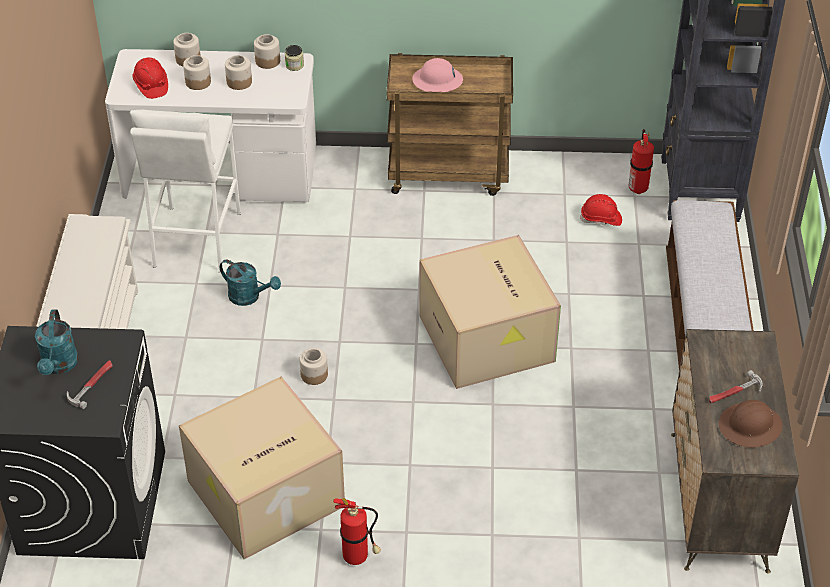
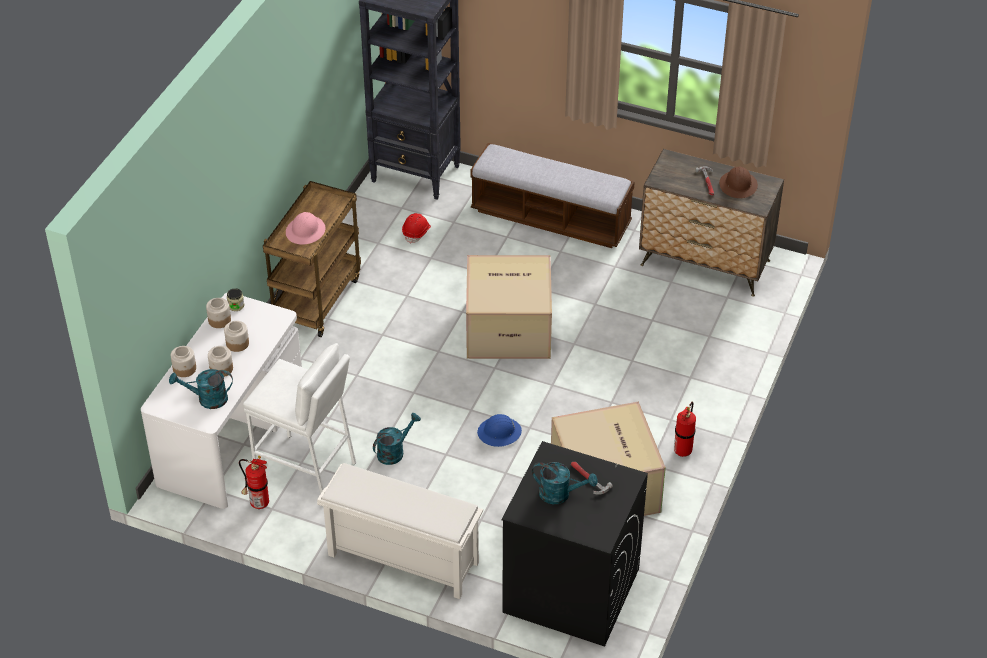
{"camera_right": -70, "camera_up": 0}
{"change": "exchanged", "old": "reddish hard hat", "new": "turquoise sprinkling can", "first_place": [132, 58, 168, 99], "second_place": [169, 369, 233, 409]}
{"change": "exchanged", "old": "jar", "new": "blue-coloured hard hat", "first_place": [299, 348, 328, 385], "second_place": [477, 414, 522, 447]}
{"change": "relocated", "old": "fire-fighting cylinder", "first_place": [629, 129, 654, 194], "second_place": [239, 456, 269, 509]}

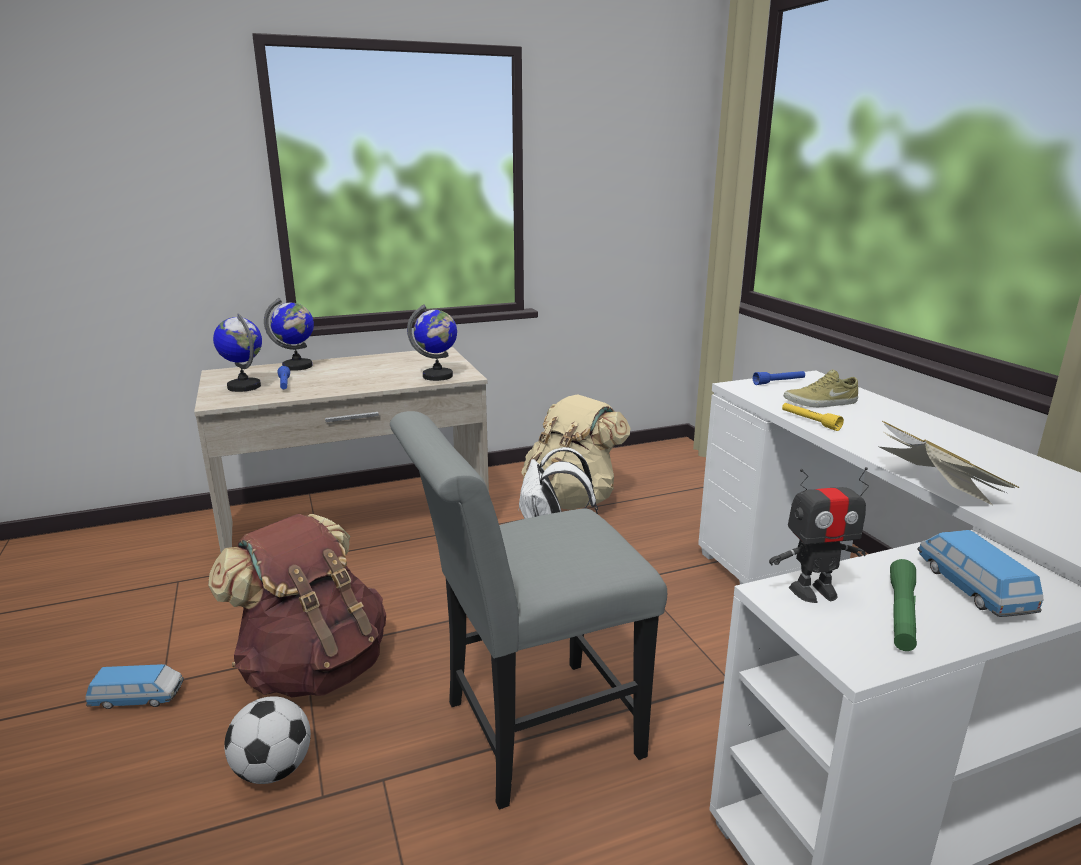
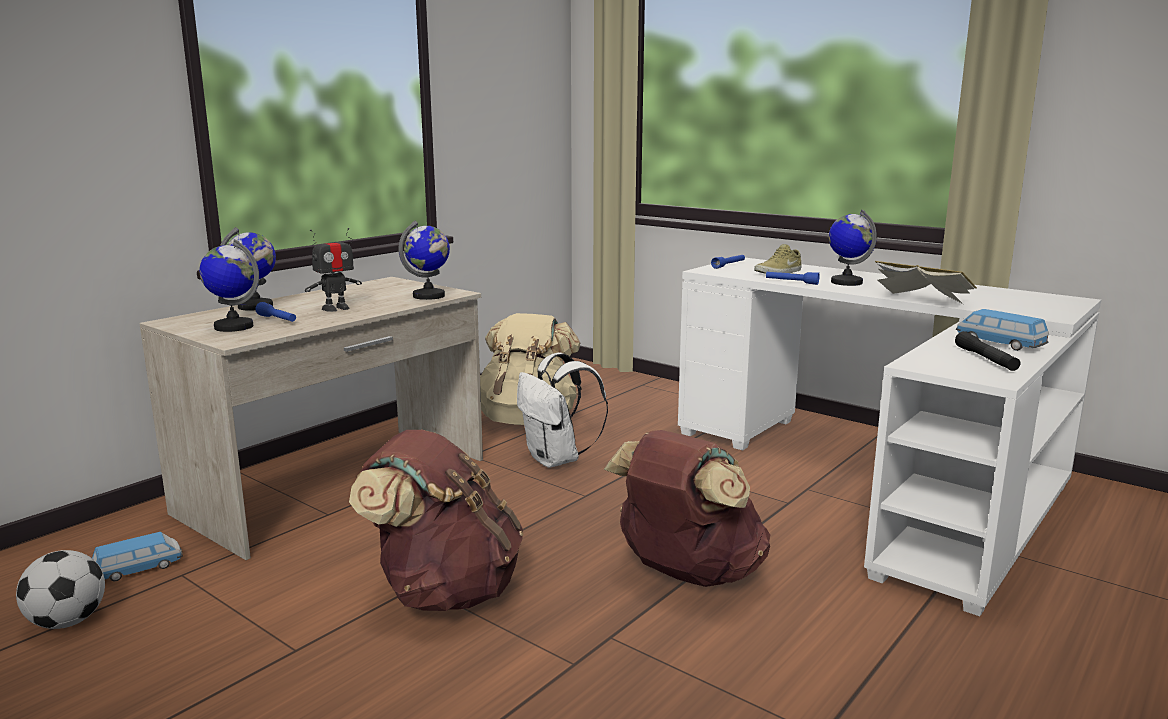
{"camera_right": -30, "camera_up": -5}
{"change": "relocated", "old": "model car", "first_place": [85, 664, 184, 709], "second_place": [92, 532, 183, 581]}
{"change": "relocated", "old": "ball for football", "first_place": [224, 696, 311, 784], "second_place": [16, 550, 105, 629]}
{"change": "exchanged", "old": "gray plain chair", "new": "brownish rucksack", "first_place": [390, 411, 667, 810], "second_place": [604, 430, 770, 587]}
{"change": "relocated", "old": "robot figure", "first_place": [769, 467, 869, 603], "second_place": [305, 228, 362, 312]}
{"change": "colour", "old": "yellowish torch", "new": "blue-coloured torch", "first_place": [782, 403, 844, 431], "second_place": [766, 272, 820, 285]}
{"change": "colour", "old": "green-coloured torch", "new": "black-coloured torch", "first_place": [890, 559, 917, 651], "second_place": [955, 331, 1020, 371]}
{"change": "appeared", "new": "globe", "second_place": [829, 209, 877, 286]}

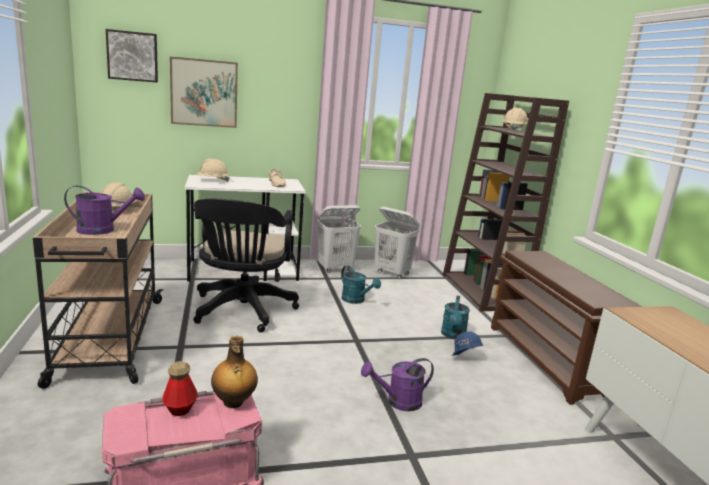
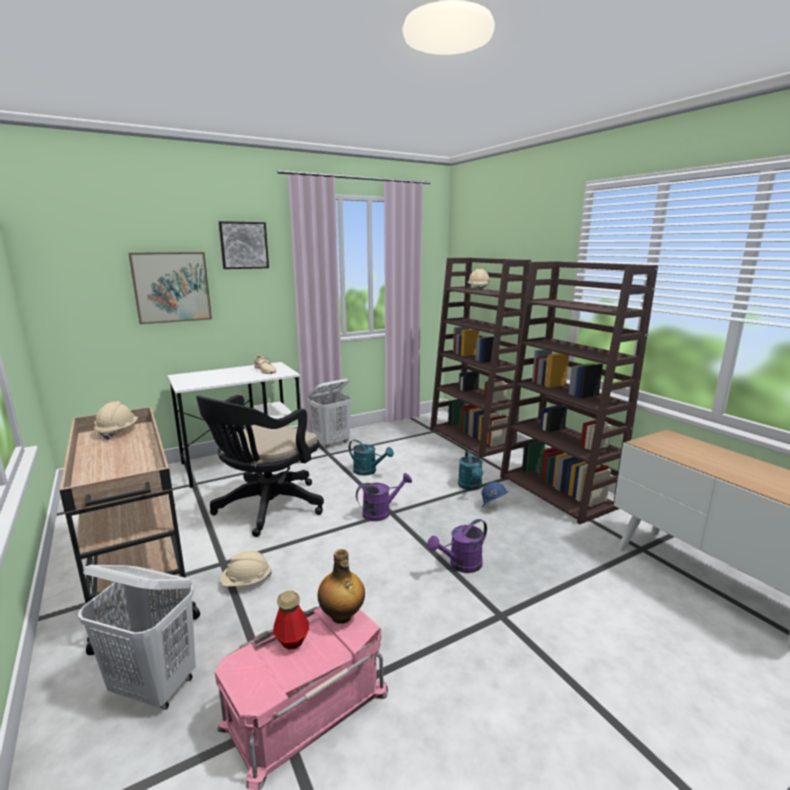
{"camera_right": -15, "camera_up": 0}
{"change": "relocated", "old": "purple-coloured sprinkling can", "first_place": [64, 186, 145, 235], "second_place": [356, 473, 412, 521]}
{"change": "relocated", "old": "wall picture", "first_place": [106, 29, 158, 83], "second_place": [219, 221, 269, 269]}
{"change": "spun", "old": "black-coloured office chair", "first_place": [193, 199, 299, 332], "second_place": [196, 395, 324, 537], "degrees": 45}
{"change": "relocated", "old": "beige hard hat", "first_place": [196, 159, 230, 182], "second_place": [220, 550, 272, 587]}
{"change": "relocated", "old": "white-coloured washing basket", "first_place": [374, 207, 420, 279], "second_place": [78, 565, 196, 710]}
{"change": "exchanged", "old": "brownish shoe rack", "new": "brownish shelving unit", "first_place": [491, 251, 642, 405], "second_place": [500, 261, 658, 524]}

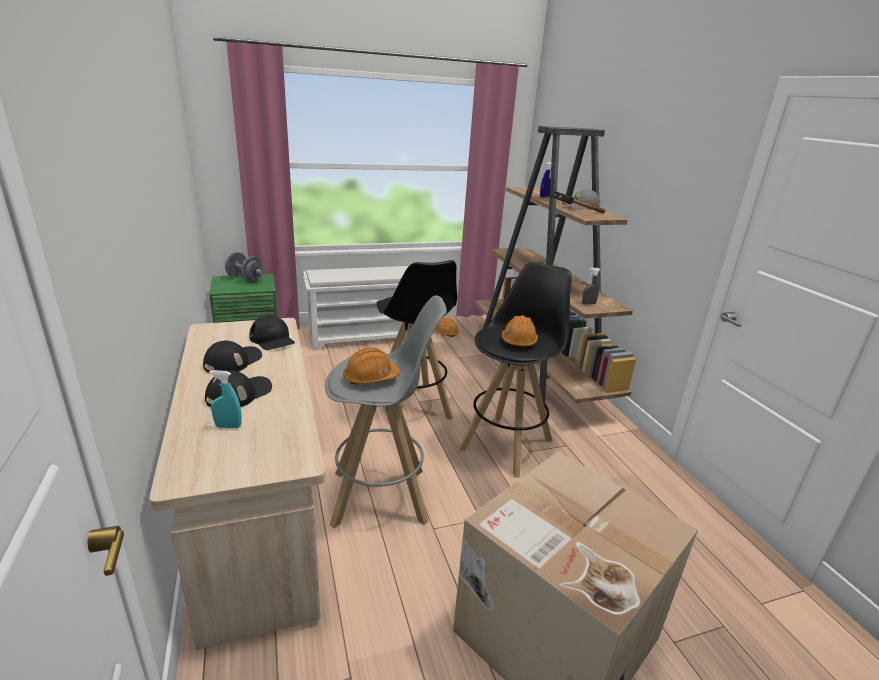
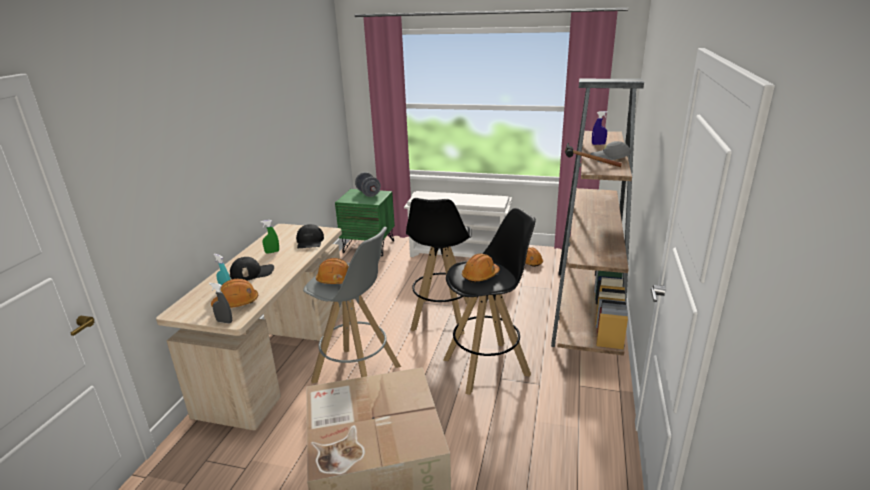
{"camera_right": 35, "camera_up": 0}
{"change": "exchanged", "old": "black-coloured baseball cap", "new": "green-coloured spray bottle", "first_place": [203, 341, 262, 373], "second_place": [261, 220, 279, 254]}
{"change": "relocated", "old": "gray spray bottle", "first_place": [582, 268, 600, 305], "second_place": [209, 283, 232, 324]}
{"change": "appeared", "new": "orange hard hat", "second_place": [211, 279, 258, 308]}

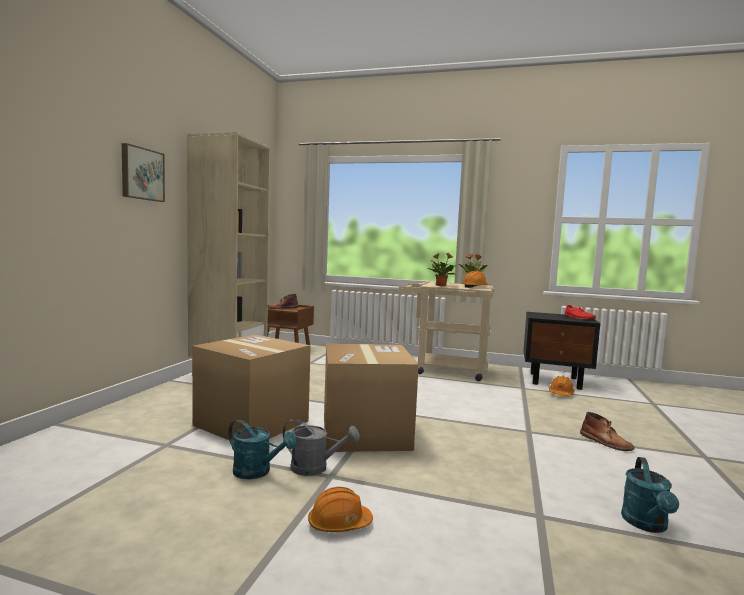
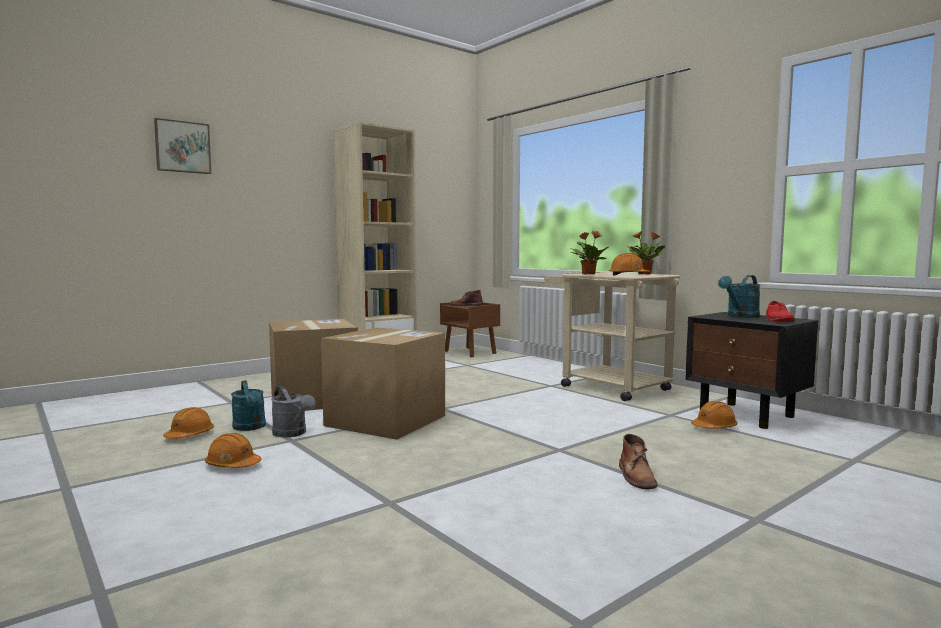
{"camera_right": 35, "camera_up": 0}
{"change": "relocated", "old": "wall picture", "first_place": [122, 143, 165, 202], "second_place": [154, 118, 211, 174]}
{"change": "relocated", "old": "turquoise sprinkling can", "first_place": [621, 457, 679, 533], "second_place": [718, 275, 760, 318]}
{"change": "appeared", "new": "orange hard hat", "second_place": [163, 407, 214, 439]}

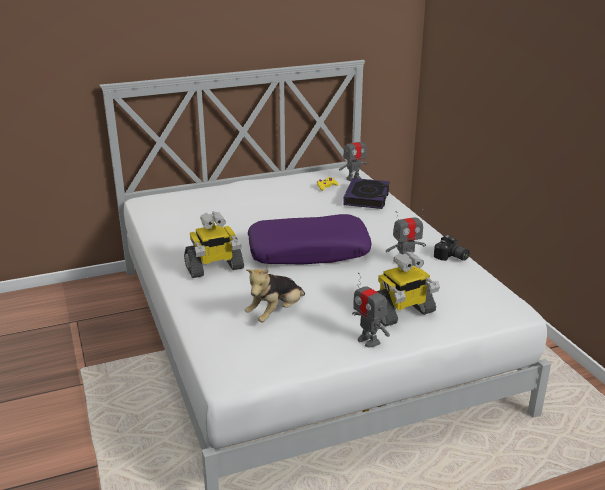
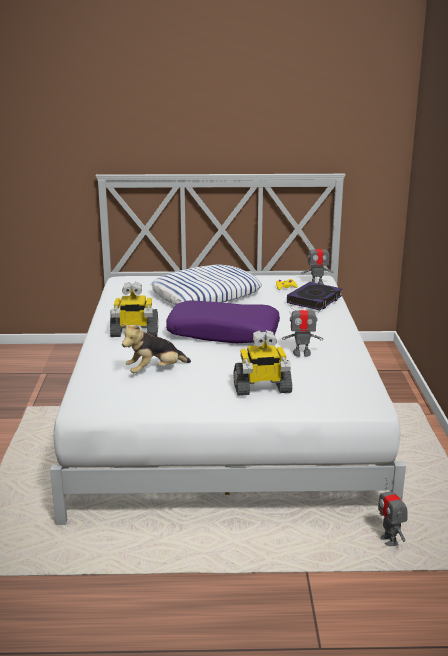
{"camera_right": 20, "camera_up": -5}
{"change": "relocated", "old": "robot figure", "first_place": [352, 273, 390, 347], "second_place": [378, 478, 408, 546]}
{"change": "missing", "old": "photo camera", "first_place": [434, 235, 470, 261]}
{"change": "appeared", "new": "cushion", "second_place": [151, 265, 262, 305]}

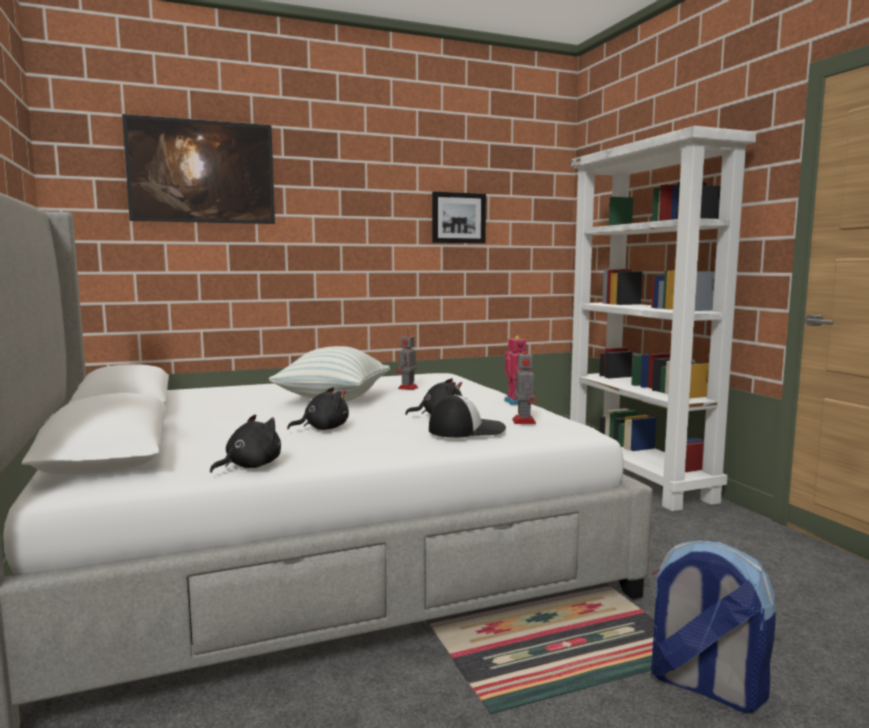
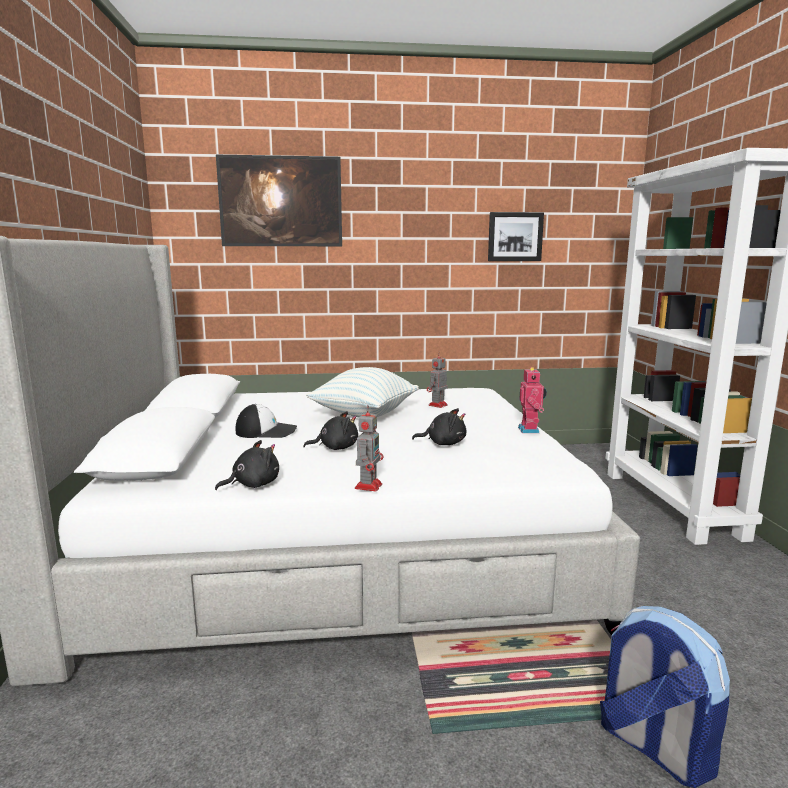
{"camera_right": 15, "camera_up": 5}
{"change": "relocated", "old": "baseball cap", "first_place": [429, 395, 506, 438], "second_place": [236, 404, 297, 438]}
{"change": "relocated", "old": "robot figure", "first_place": [512, 344, 537, 424], "second_place": [355, 405, 383, 491]}

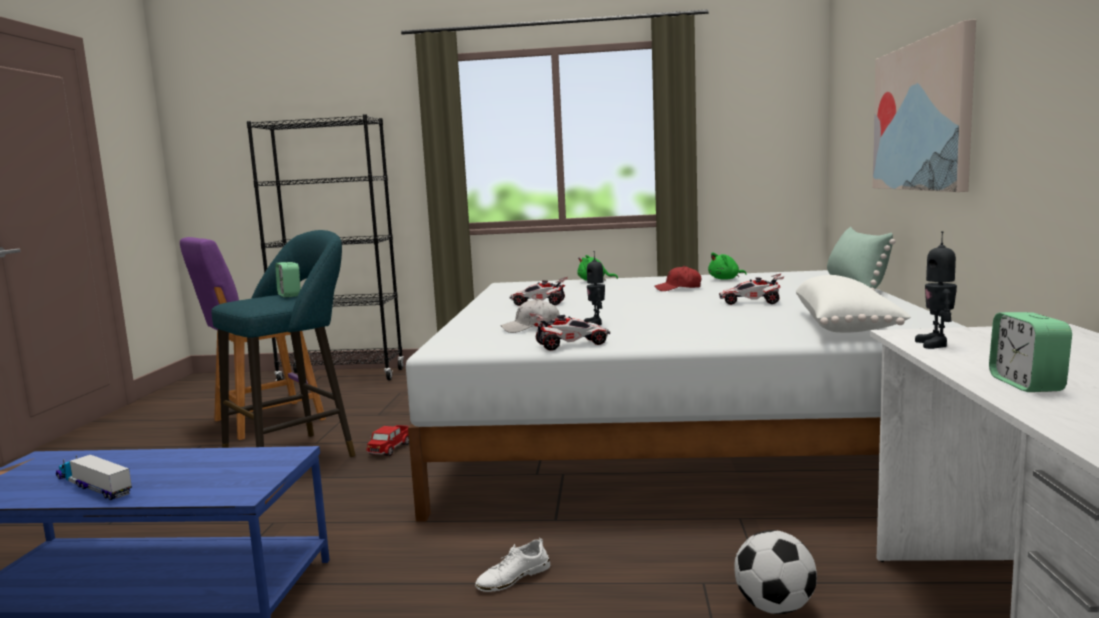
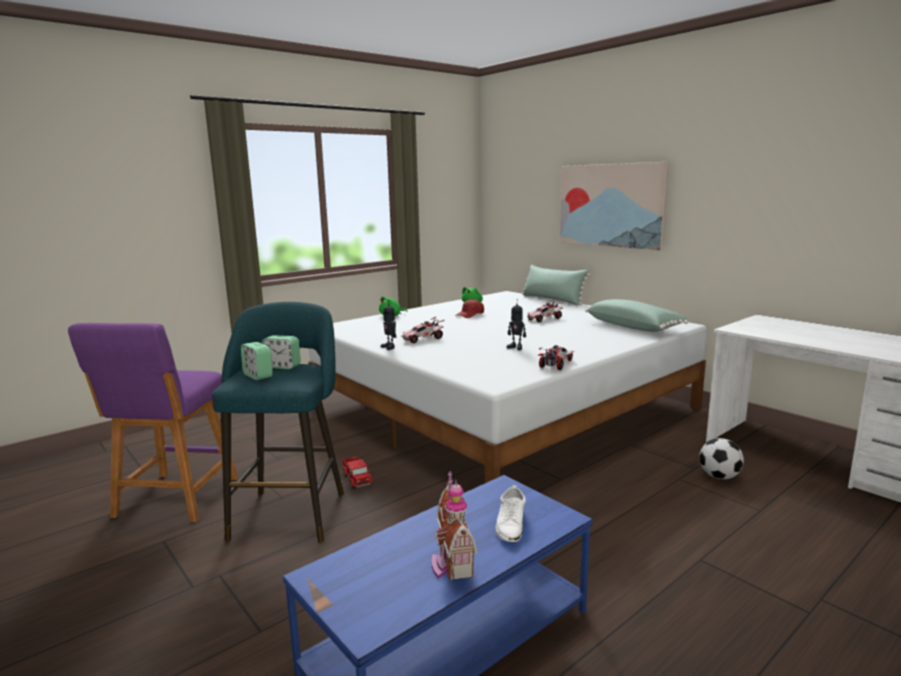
{"camera_right": -45, "camera_up": 5}
{"change": "exchanged", "old": "model truck", "new": "model house", "first_place": [56, 455, 132, 500], "second_place": [431, 471, 478, 581]}
{"change": "missing", "old": "black-coloured shelving unit", "first_place": [247, 114, 404, 381]}
{"change": "relocated", "old": "white-coloured item of footwear", "first_place": [475, 538, 550, 592], "second_place": [495, 485, 526, 542]}
{"change": "missing", "old": "white-coloured baseball cap", "first_place": [501, 299, 560, 333]}
{"change": "colour", "old": "white-coloured cushion", "new": "green-coloured cushion", "first_place": [796, 275, 911, 333], "second_place": [585, 299, 688, 332]}
{"change": "relocated", "old": "robot figure", "first_place": [915, 231, 957, 349], "second_place": [381, 299, 396, 350]}
{"change": "relocated", "old": "alarm clock", "first_place": [989, 312, 1072, 392], "second_place": [241, 342, 273, 380]}

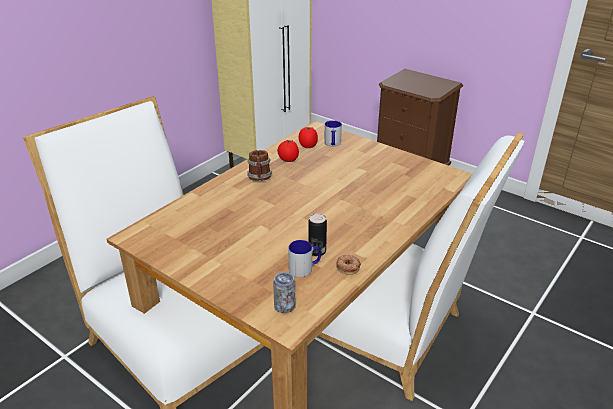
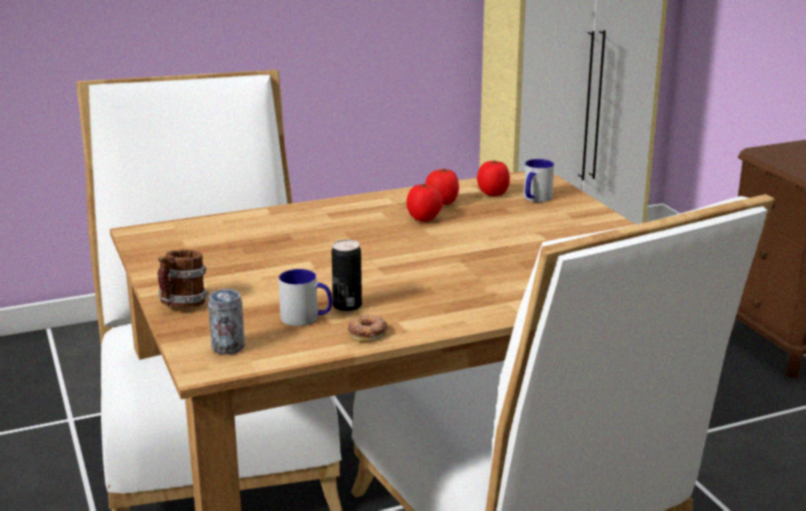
{"camera_right": 30, "camera_up": -10}
{"change": "relocated", "old": "mug", "first_place": [247, 150, 272, 181], "second_place": [157, 250, 208, 308]}
{"change": "appeared", "new": "whole tomato", "second_place": [407, 184, 443, 222]}

